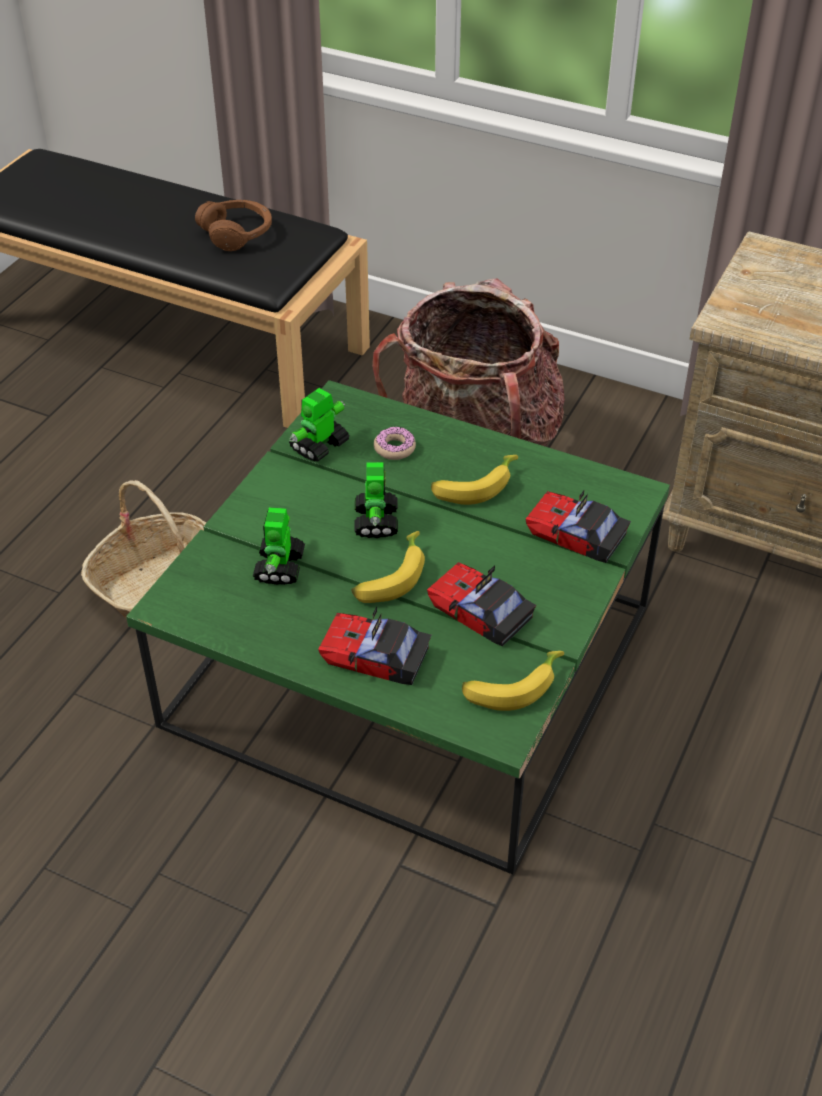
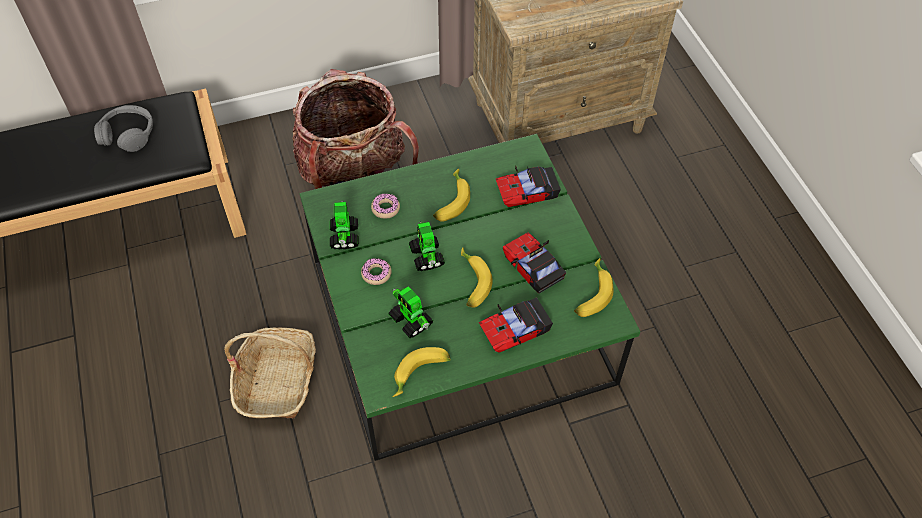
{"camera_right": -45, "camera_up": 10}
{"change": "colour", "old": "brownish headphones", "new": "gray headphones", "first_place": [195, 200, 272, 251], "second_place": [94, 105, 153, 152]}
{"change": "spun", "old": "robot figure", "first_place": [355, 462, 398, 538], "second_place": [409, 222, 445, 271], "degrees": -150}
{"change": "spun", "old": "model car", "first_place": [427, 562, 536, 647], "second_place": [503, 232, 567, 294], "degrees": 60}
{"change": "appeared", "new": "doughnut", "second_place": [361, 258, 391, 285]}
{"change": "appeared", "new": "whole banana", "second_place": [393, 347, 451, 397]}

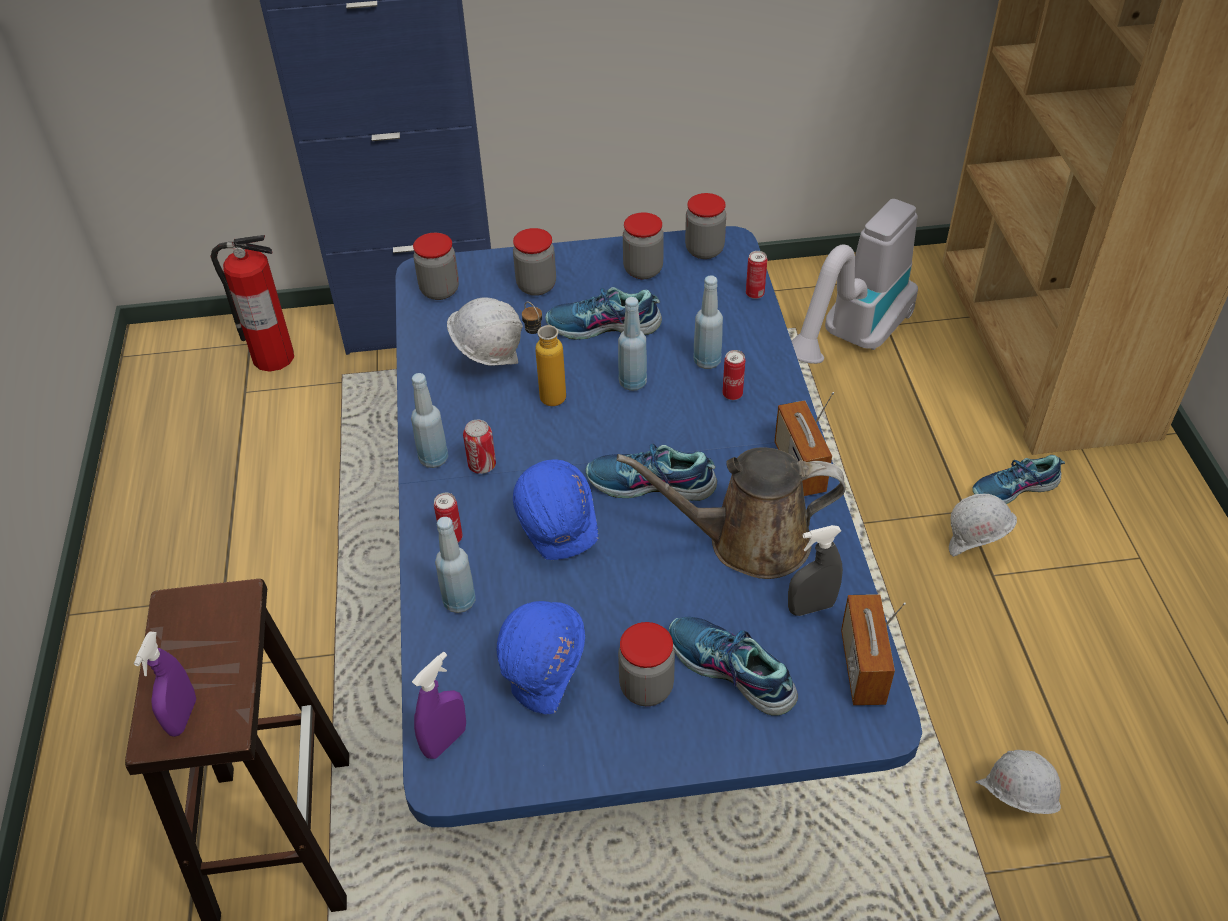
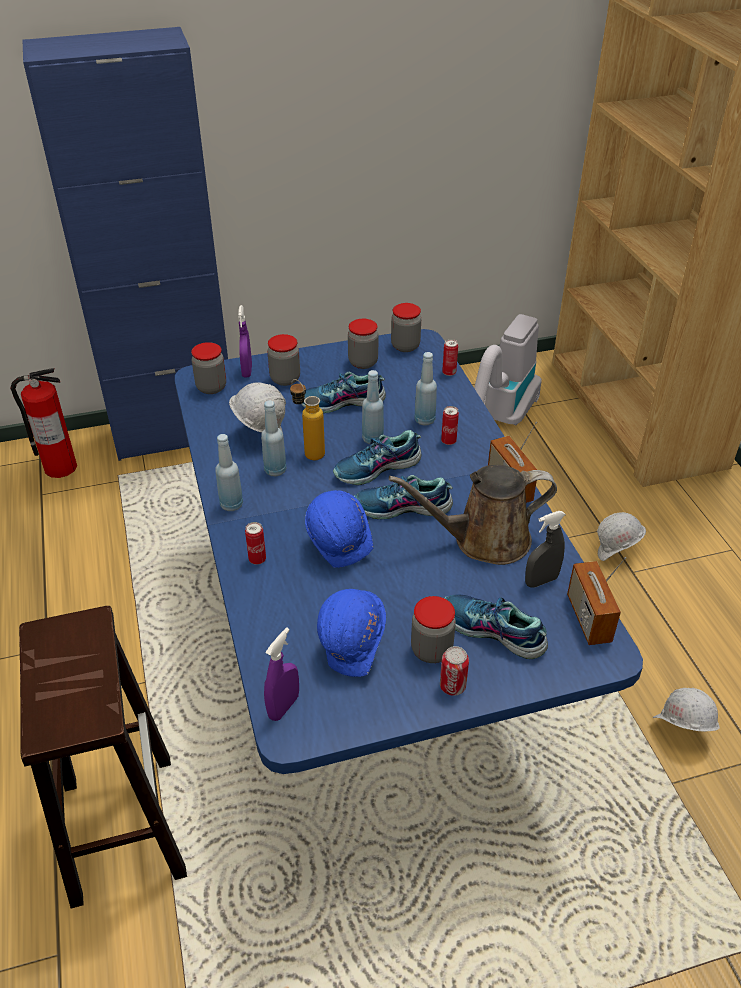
{"camera_right": -10, "camera_up": -5}
{"change": "relocated", "old": "purple-coloured spray bottle", "first_place": [134, 632, 196, 737], "second_place": [238, 305, 252, 378]}
{"change": "relocated", "old": "blue-coloured beverage bottle", "first_place": [435, 517, 475, 613], "second_place": [261, 400, 287, 476]}
{"change": "relocated", "old": "can", "first_place": [463, 420, 496, 474], "second_place": [440, 646, 469, 696]}
{"change": "relocated", "old": "item of footwear", "first_place": [972, 455, 1065, 504], "second_place": [333, 430, 422, 485]}

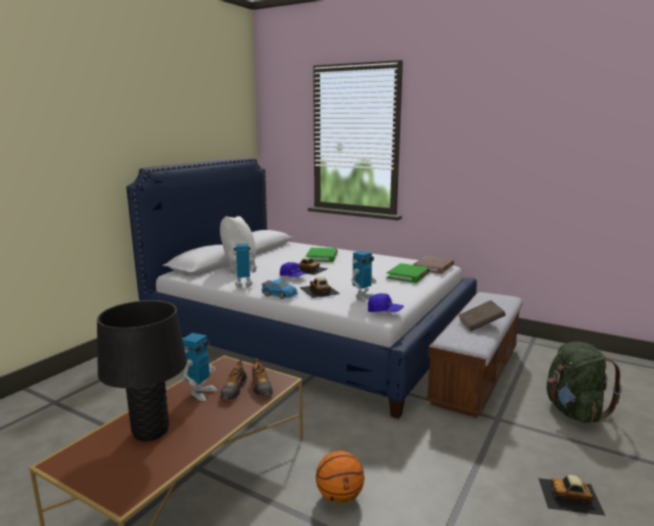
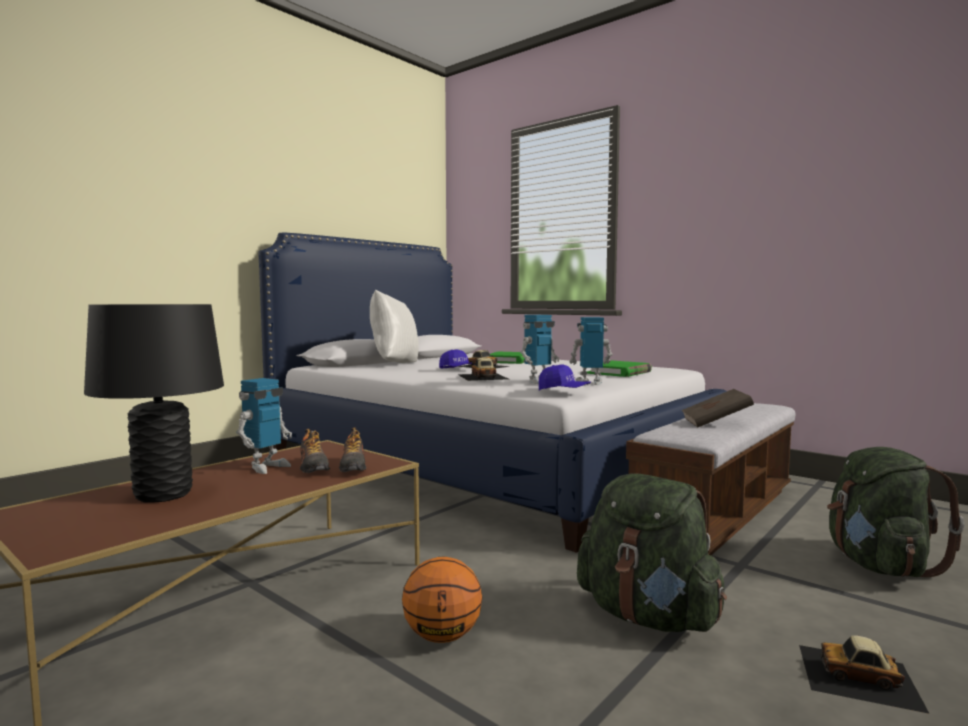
{"camera_right": 10, "camera_up": -10}
{"change": "spun", "old": "item of footwear", "first_place": [220, 360, 247, 400], "second_place": [299, 428, 330, 473], "degrees": -45}
{"change": "relocated", "old": "robot figure", "first_place": [229, 243, 257, 288], "second_place": [569, 317, 613, 385]}
{"change": "missing", "old": "model car", "first_place": [261, 280, 298, 299]}
{"change": "missing", "old": "brownish volume", "first_place": [413, 256, 454, 274]}
{"change": "appeared", "new": "green-coloured rucksack", "second_place": [577, 473, 727, 632]}

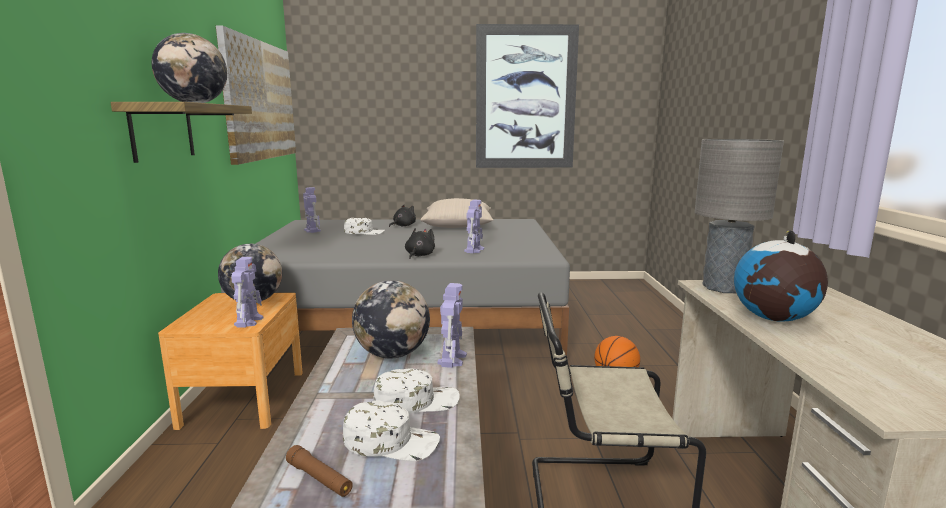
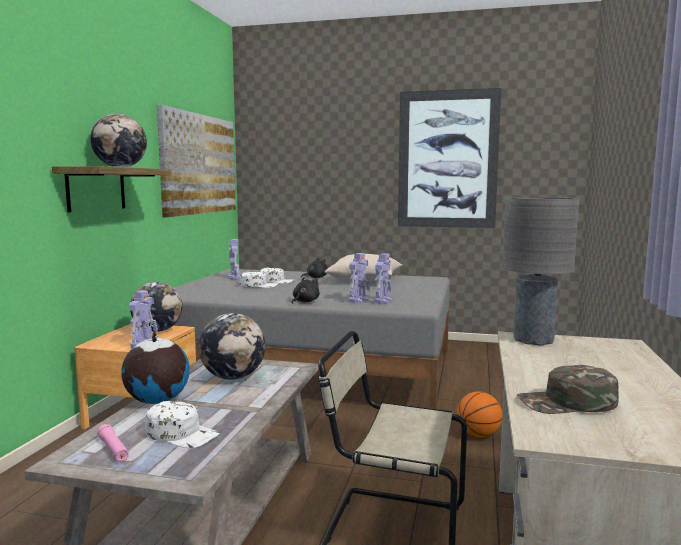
{"camera_right": 15, "camera_up": -5}
{"change": "colour", "old": "brownish torch", "new": "pinkish torch", "first_place": [286, 445, 353, 497], "second_place": [97, 424, 129, 461]}
{"change": "relocated", "old": "white-coloured baseball cap", "first_place": [373, 368, 459, 414], "second_place": [240, 272, 278, 288]}
{"change": "relocated", "old": "robot figure", "first_place": [438, 283, 467, 368], "second_place": [373, 253, 392, 304]}
{"change": "relocated", "old": "globe", "first_place": [734, 230, 828, 322], "second_place": [121, 331, 190, 404]}
{"change": "appeared", "new": "green-coloured baseball cap", "second_place": [517, 365, 619, 414]}

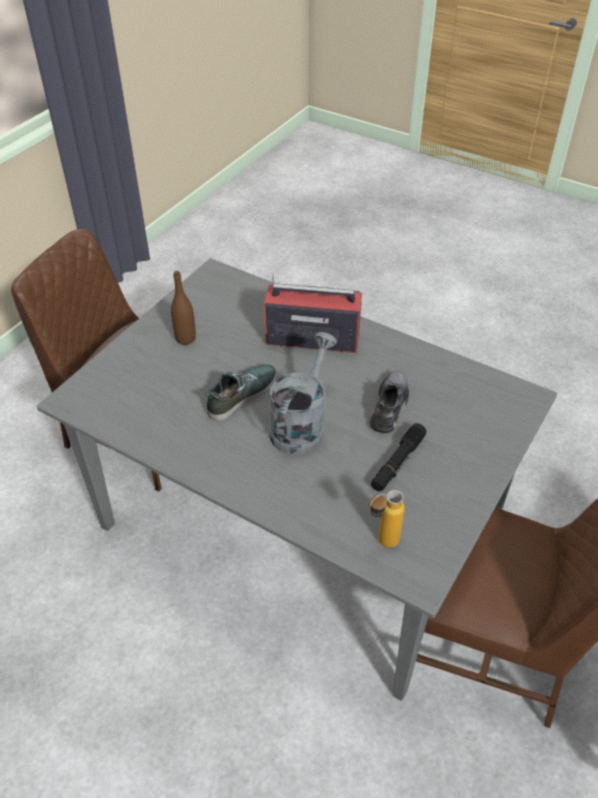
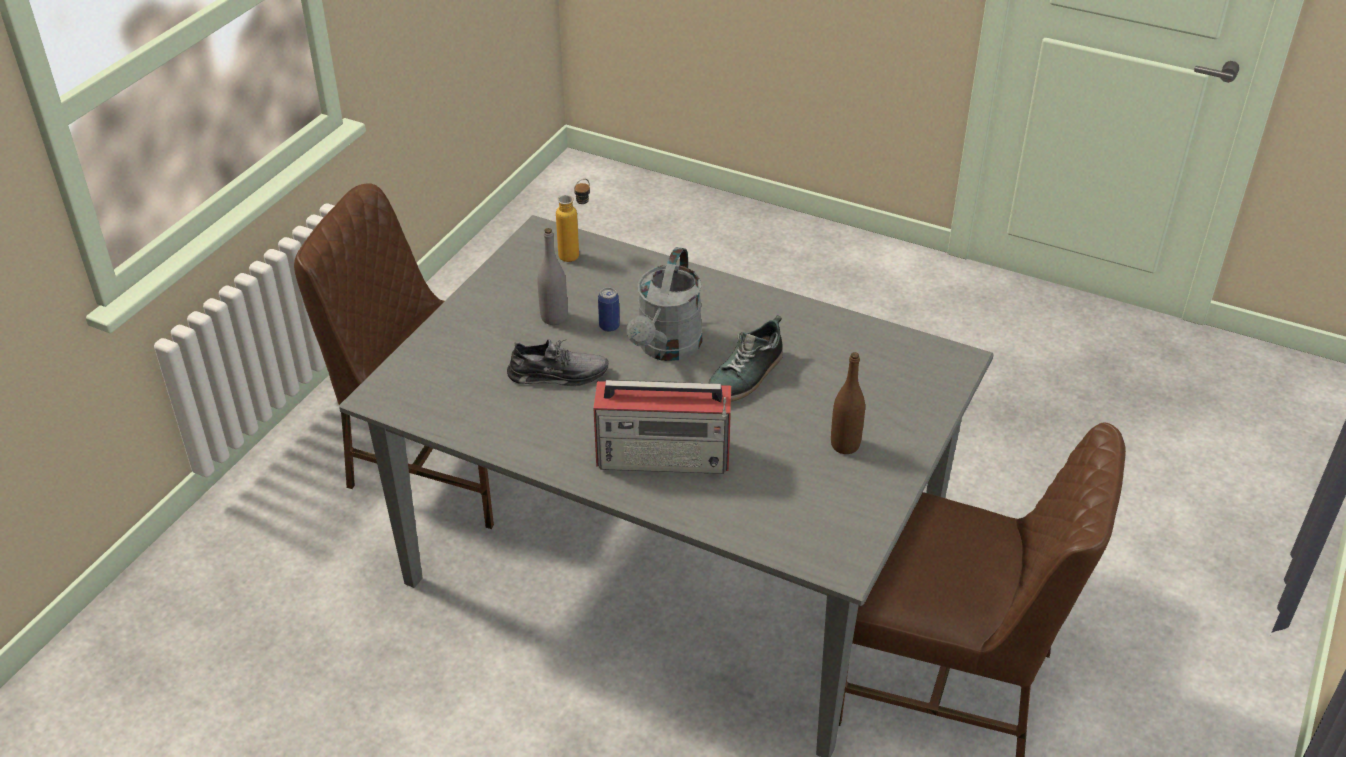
{"camera_right": 175, "camera_up": -5}
{"change": "spun", "old": "gray item of footwear", "first_place": [370, 371, 409, 433], "second_place": [507, 339, 609, 386], "degrees": -105}
{"change": "exchanged", "old": "black-coloured torch", "new": "gray beverage bottle", "first_place": [371, 423, 426, 491], "second_place": [537, 228, 568, 325]}
{"change": "appeared", "new": "can", "second_place": [598, 287, 620, 332]}

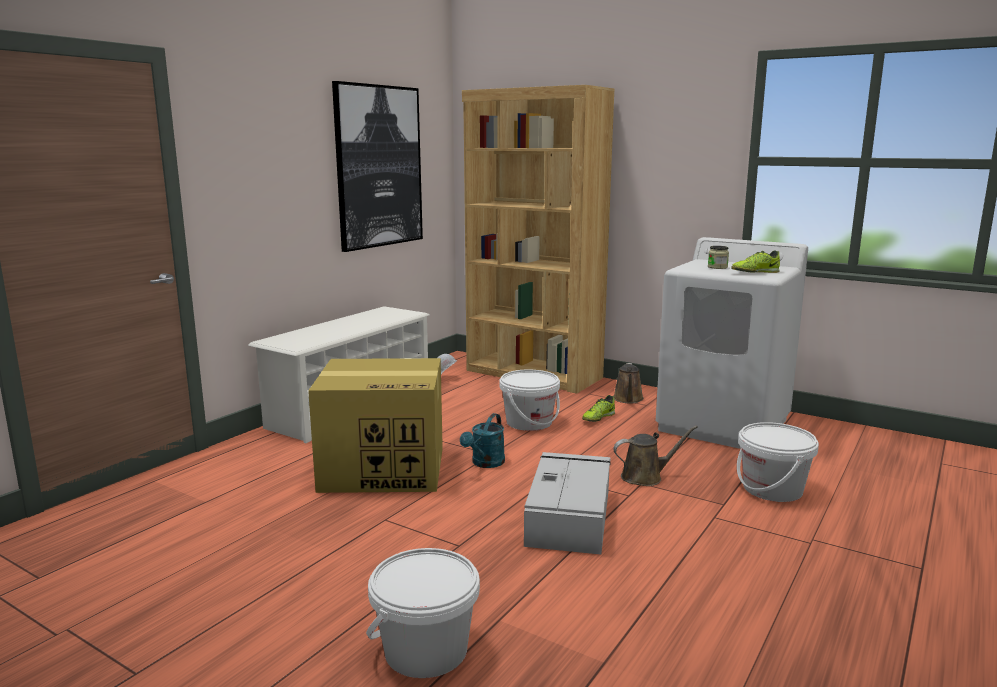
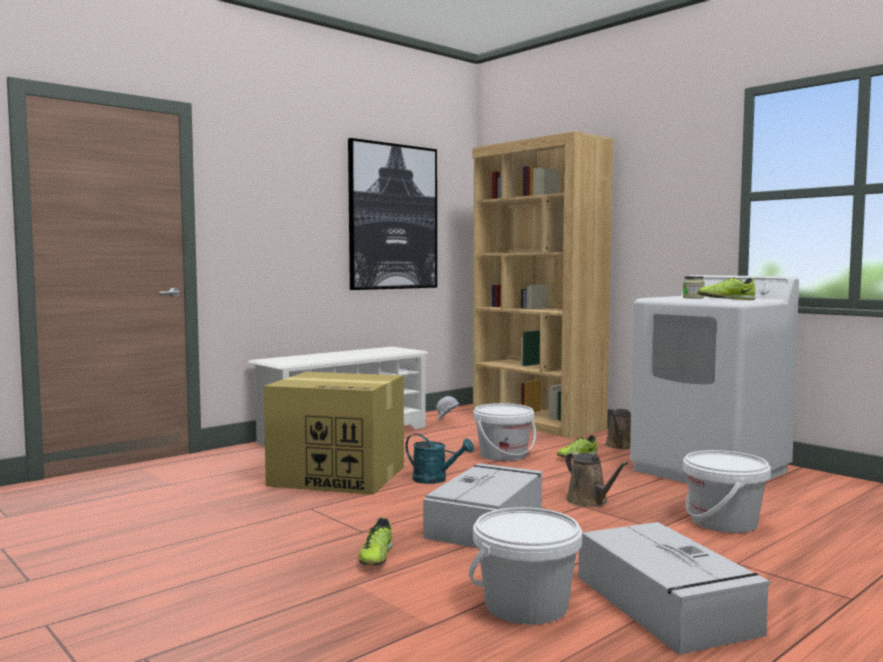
{"camera_right": 15, "camera_up": -10}
{"change": "relocated", "old": "white-coloured water bucket", "first_place": [366, 548, 480, 678], "second_place": [469, 507, 582, 625]}
{"change": "spun", "old": "turquoise sprinkling can", "first_place": [460, 413, 505, 468], "second_place": [405, 433, 474, 484], "degrees": -105}
{"change": "spun", "old": "brownish sprinkling can", "first_place": [613, 426, 698, 486], "second_place": [565, 452, 628, 507], "degrees": 60}
{"change": "appeared", "new": "item of footwear", "second_place": [358, 518, 393, 565]}
{"change": "appeared", "new": "gray storage bin", "second_place": [578, 522, 770, 655]}

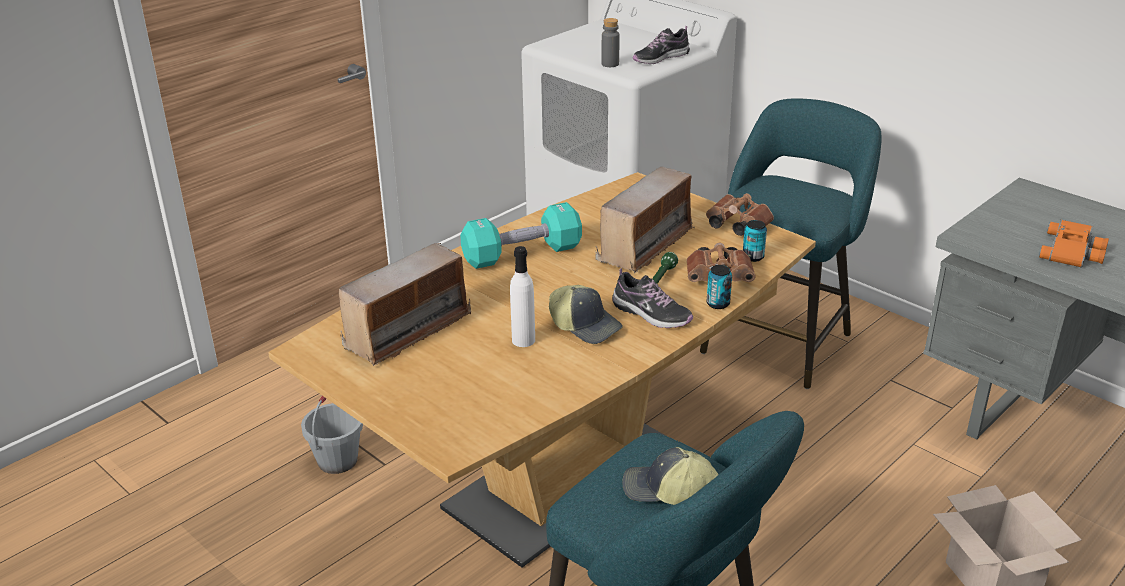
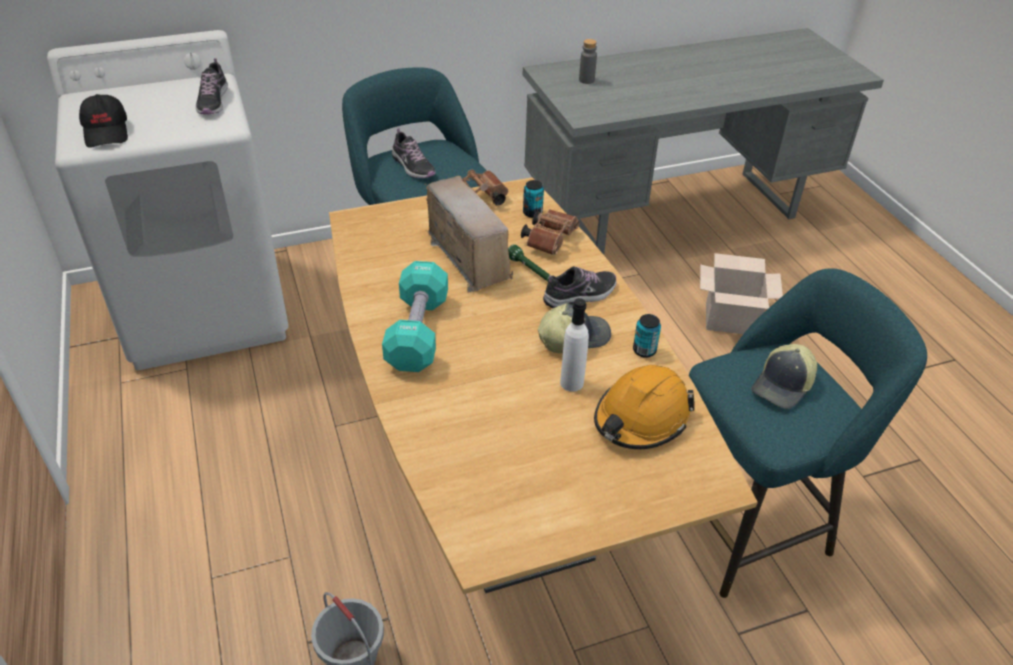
{"camera_right": -65, "camera_up": 10}
{"change": "missing", "old": "radio", "first_place": [338, 243, 471, 366]}
{"change": "relocated", "old": "gray beverage bottle", "first_place": [601, 18, 620, 67], "second_place": [579, 39, 597, 84]}
{"change": "relocated", "old": "can", "first_place": [707, 265, 732, 309], "second_place": [633, 314, 661, 358]}
{"change": "missing", "old": "orange binoculars", "first_place": [1039, 220, 1109, 268]}
{"change": "appeared", "new": "black-coloured baseball cap", "second_place": [79, 94, 128, 148]}
{"change": "appeared", "new": "item of footwear", "second_place": [392, 128, 436, 178]}
{"change": "appeared", "new": "orange hard hat", "second_place": [594, 365, 695, 449]}

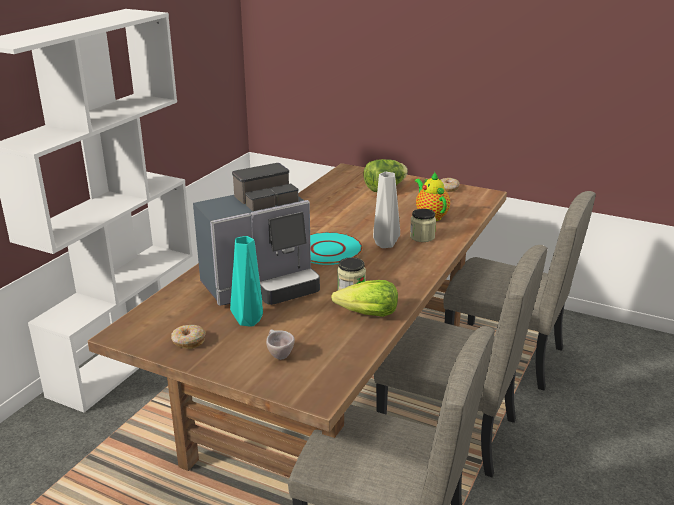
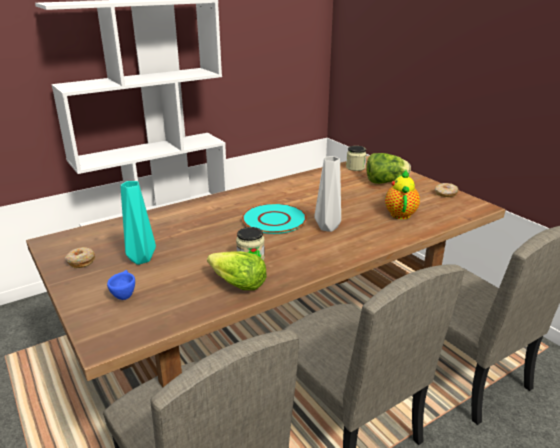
{"camera_right": 30, "camera_up": 0}
{"change": "missing", "old": "coffee maker", "first_place": [193, 163, 320, 306]}
{"change": "colour", "old": "beige cup", "new": "blue-coloured cup", "first_place": [266, 329, 295, 360], "second_place": [107, 270, 135, 300]}
{"change": "relocated", "old": "jar", "first_place": [410, 209, 436, 242], "second_place": [346, 146, 367, 171]}

